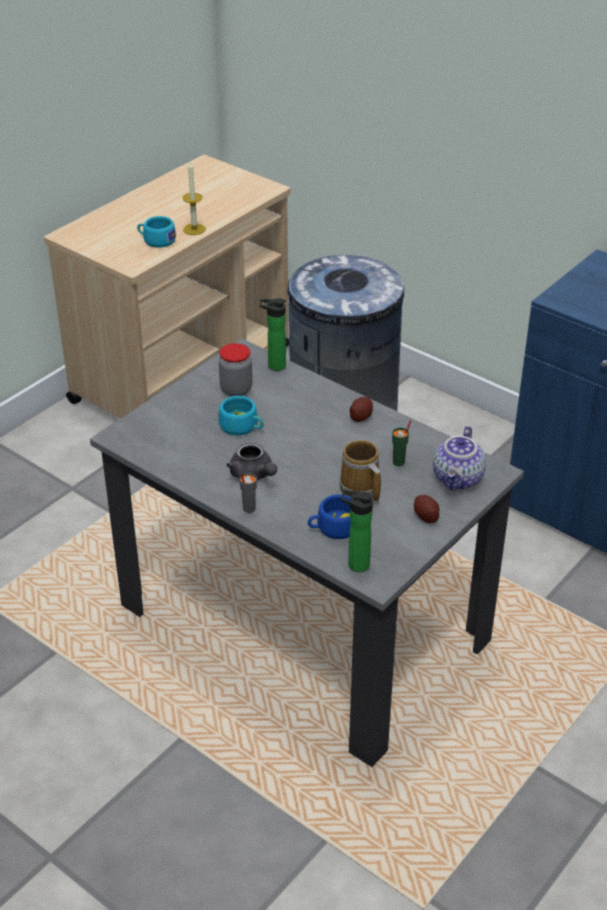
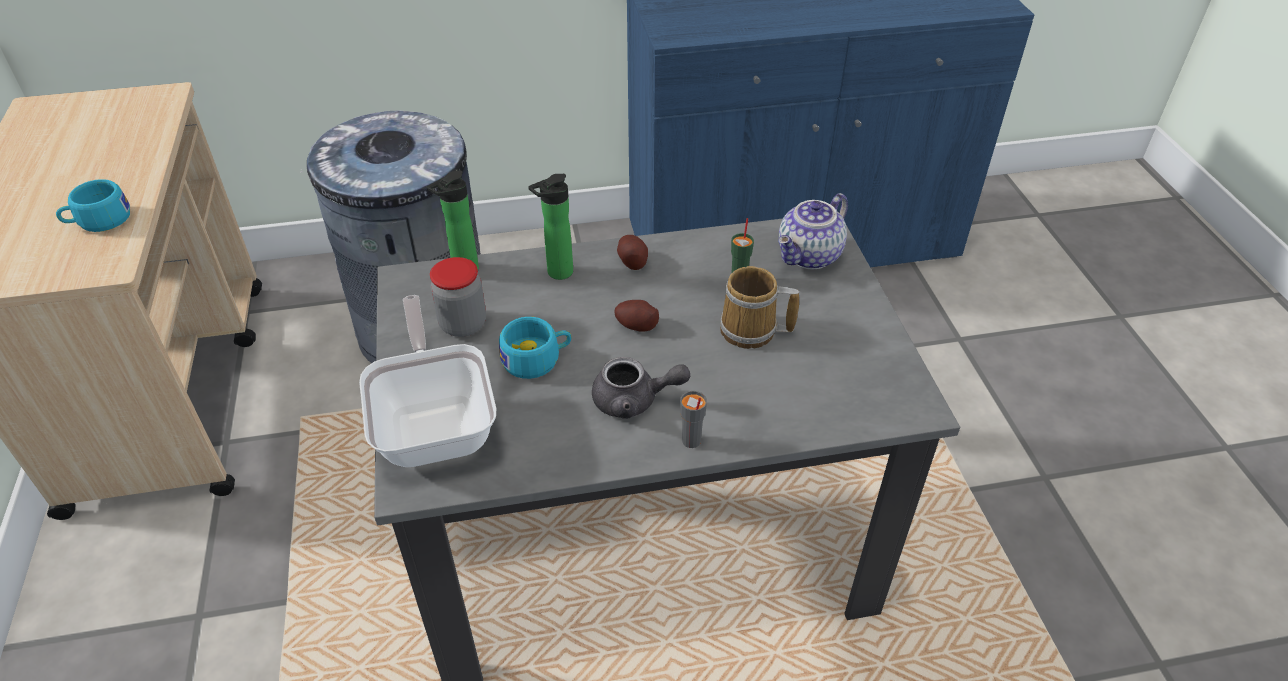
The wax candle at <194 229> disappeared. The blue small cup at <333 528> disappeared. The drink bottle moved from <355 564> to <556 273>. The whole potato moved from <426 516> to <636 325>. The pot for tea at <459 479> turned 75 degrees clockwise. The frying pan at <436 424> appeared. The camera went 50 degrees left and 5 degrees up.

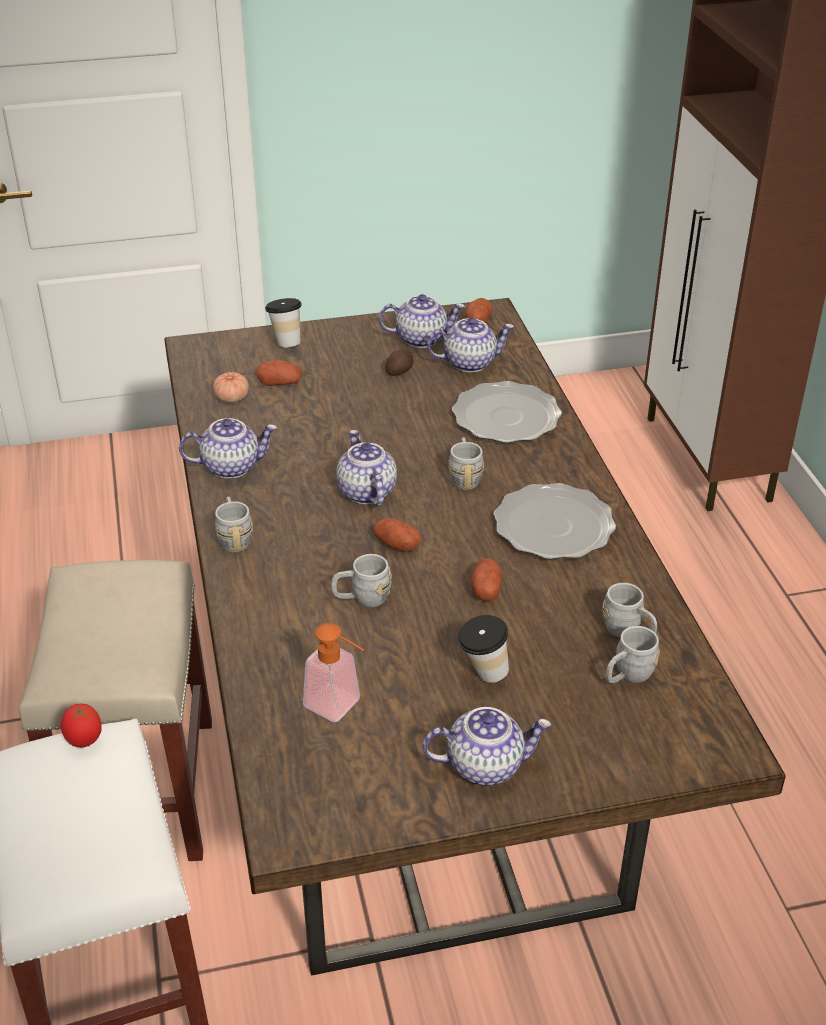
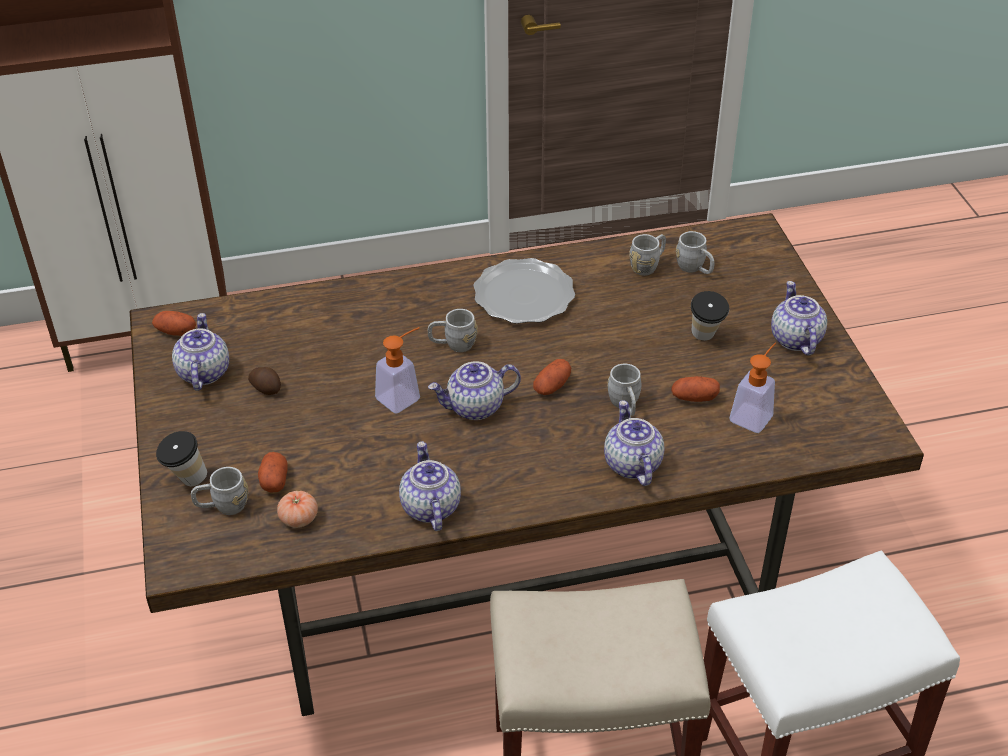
The fresh tomato at <84 741> disappeared. The greyish tea mug moved from <234 538> to <222 506>. The pot for tea moved from <470 362> to <631 464>. The flat dish at <505 417> disappeared. The whole potato moved from <485 589> to <694 397>. The soap bottle at <403 395> appeared. The camera went 90 degrees left and 5 degrees up.

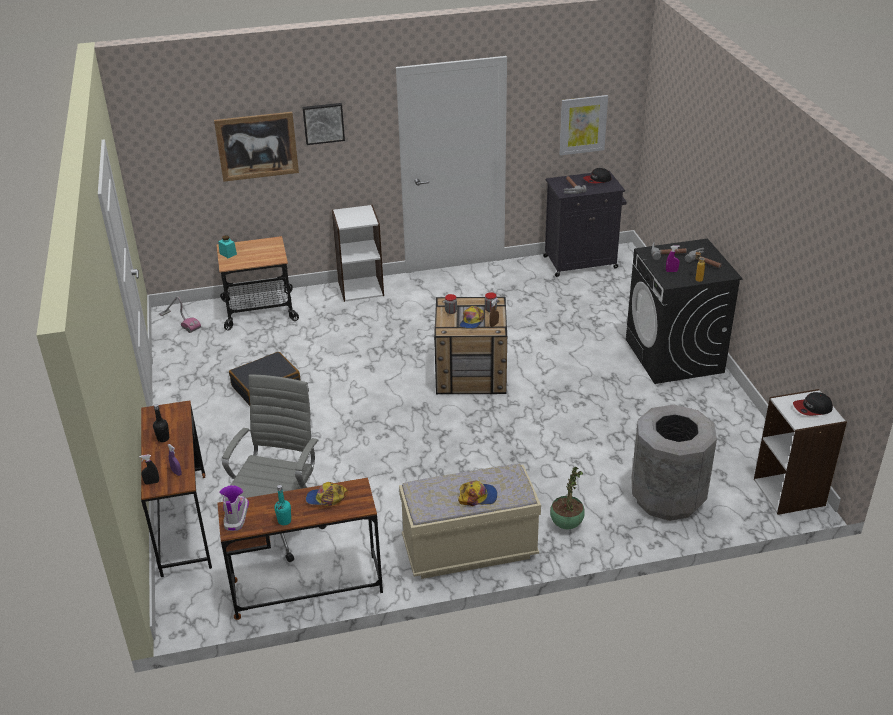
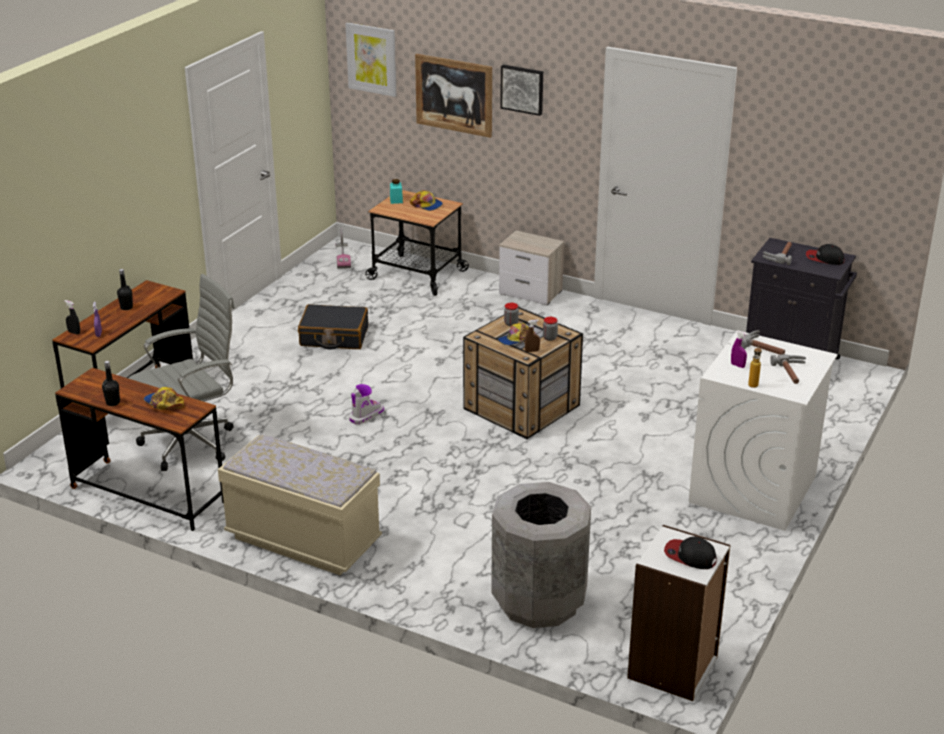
The tall boot moved from <236 516> to <365 416>. The blue-green drink bottle at <284 521> became the black-coloured drink bottle at <113 403>. The white-coloured bookshelf at <360 288> was replaced by the night table at <531 293>. The cap moved from <477 496> to <426 205>. The houseplant at <566 523> disappeared. The wall picture moved from <582 124> to <372 59>. The black-coloured laundry machine at <674 356> became the white-coloured laundry machine at <753 489>. The camera went 40 degrees right and 5 degrees down.

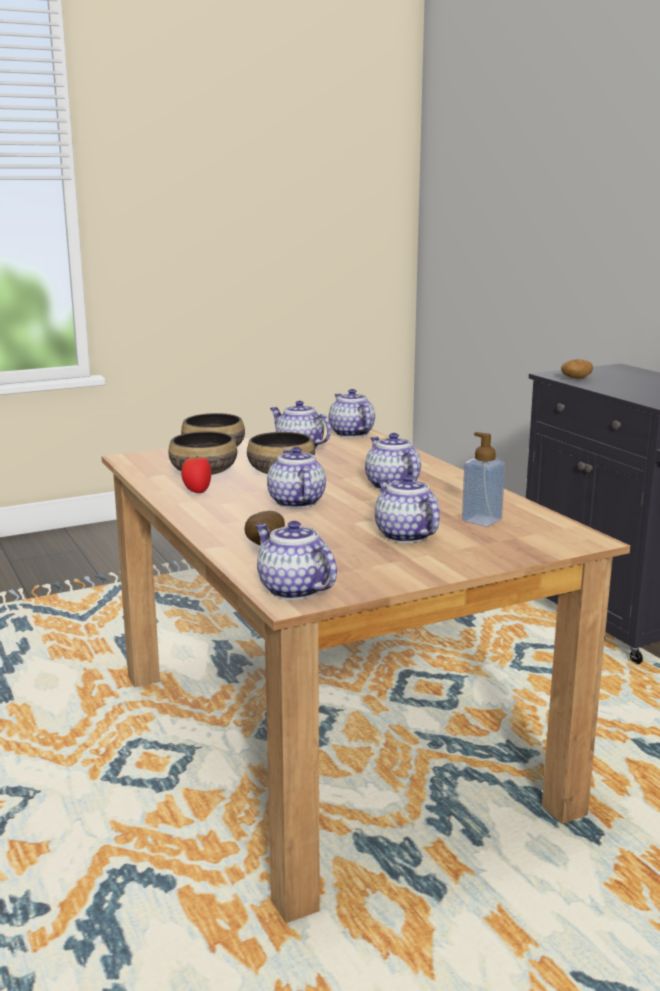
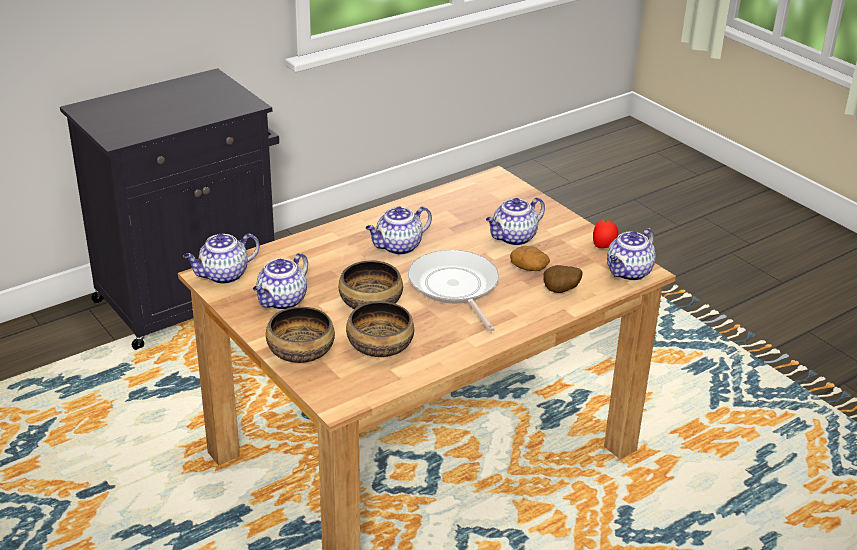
The fresh tomato moved from <197 491> to <603 246>. The pot for tea at <295 502> was replaced by the frying pan at <455 288>. The soap bottle at <481 520> disappeared. The whole potato moved from <576 378> to <529 268>. The camera went 100 degrees left and 15 degrees up.

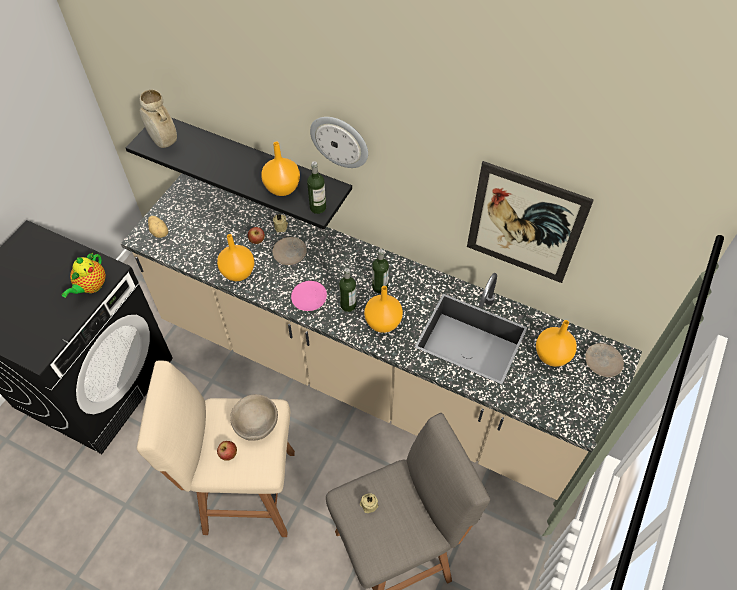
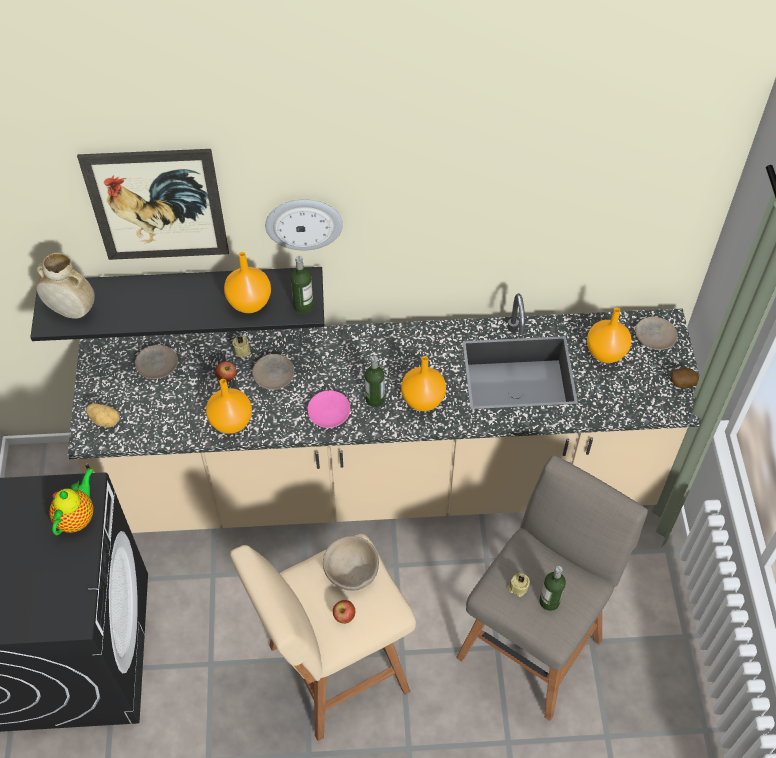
The pot for tea at <91 287> turned 150 degrees counterclockwise. The drink bottle moved from <380 287> to <549 601>. The wall picture moved from <524 224> to <157 205>. The beige-coloured flat dish at <157 365> appeared. The whole potato at <681 383> appeared. The camera went 30 degrees left and 0 degrees up.

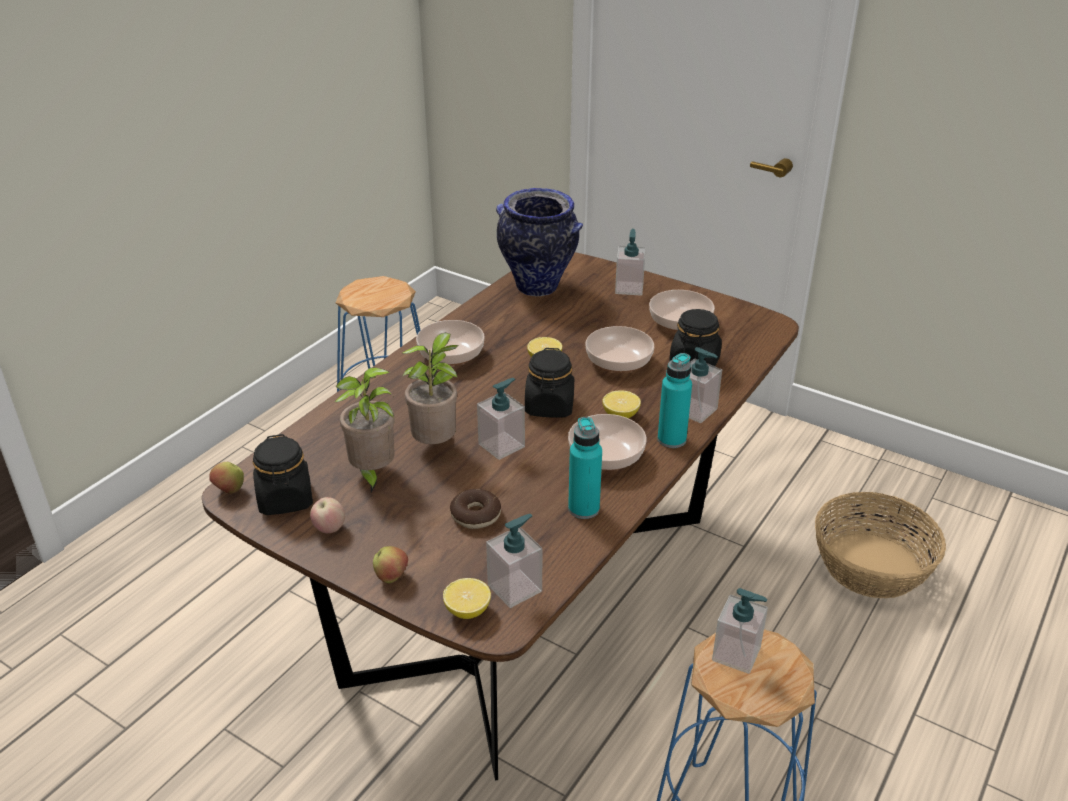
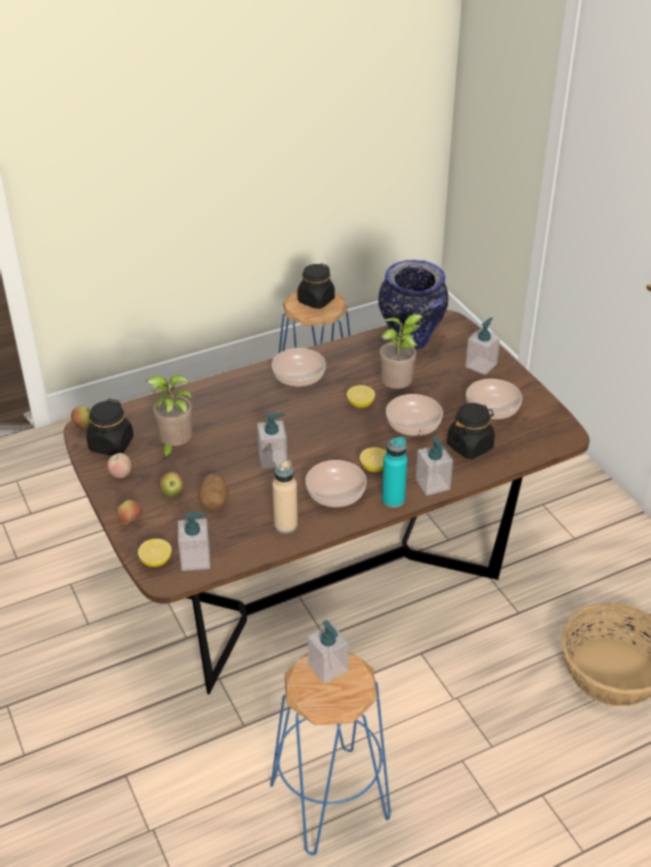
The houseplant moved from <437 444> to <398 389>. The ring doughnut at <475 515> was replaced by the whole potato at <214 501>. The black-coloured jar moved from <549 406> to <316 301>. The blue-green drink bottle at <583 509> became the beige-coloured drink bottle at <285 525>. The apple at <172 493> appeared. The camera went 30 degrees right and 5 degrees up.

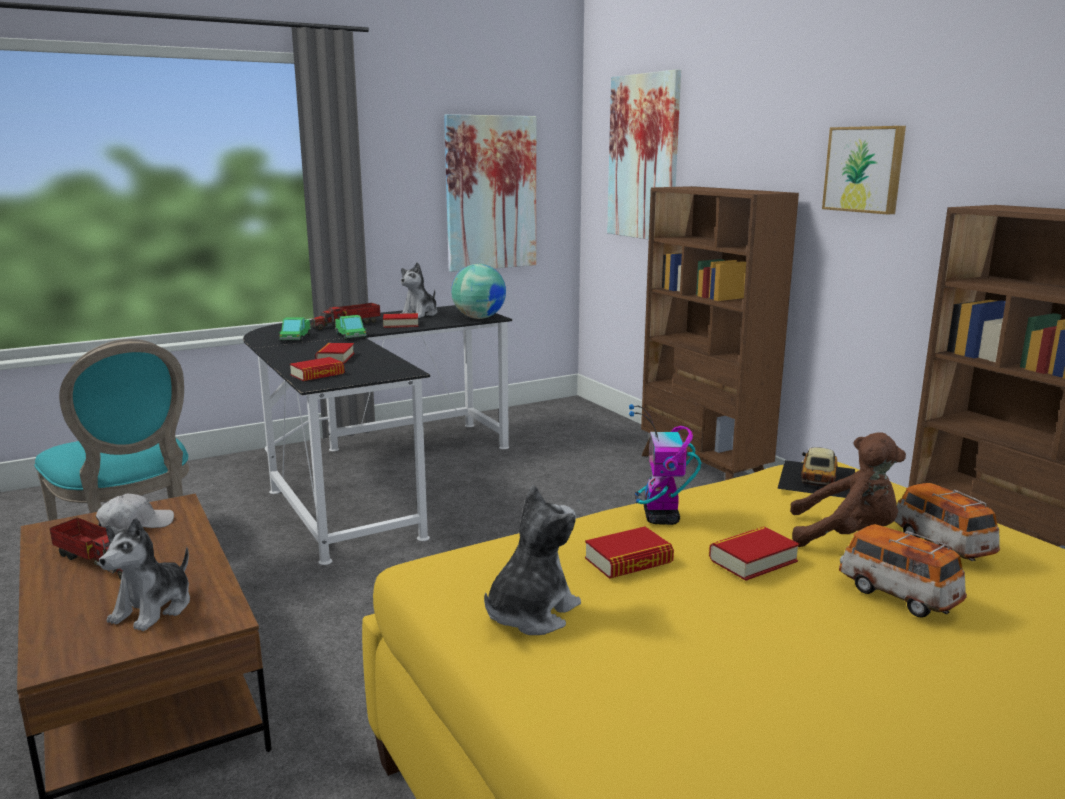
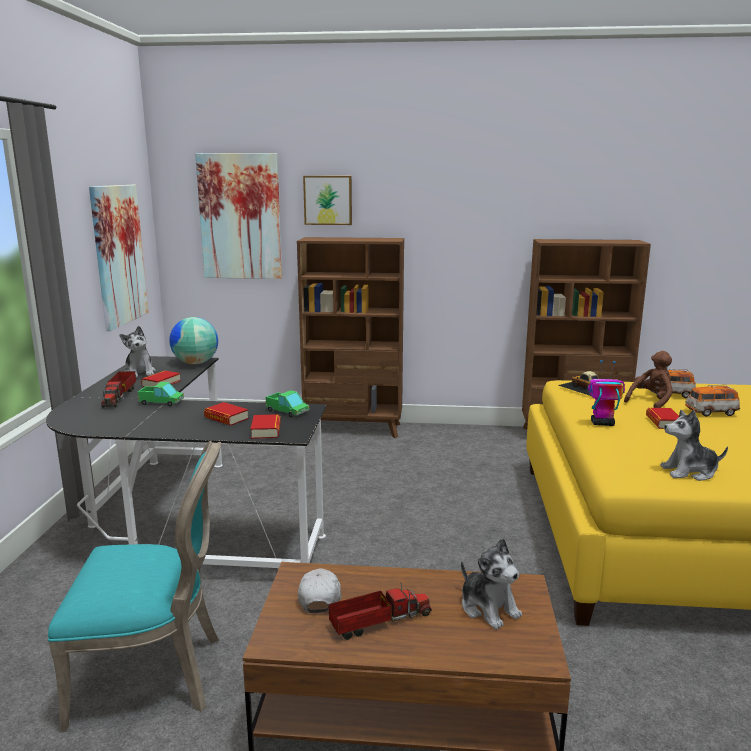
The toy lorry moved from <295 337> to <287 411>. The plush toy at <530 613> turned 75 degrees counterclockwise. The book at <628 561> disappeared. The model robot at <661 517> turned 150 degrees clockwise. The wall picture moved from <865 169> to <328 200>. The camera went 55 degrees left and 0 degrees up.

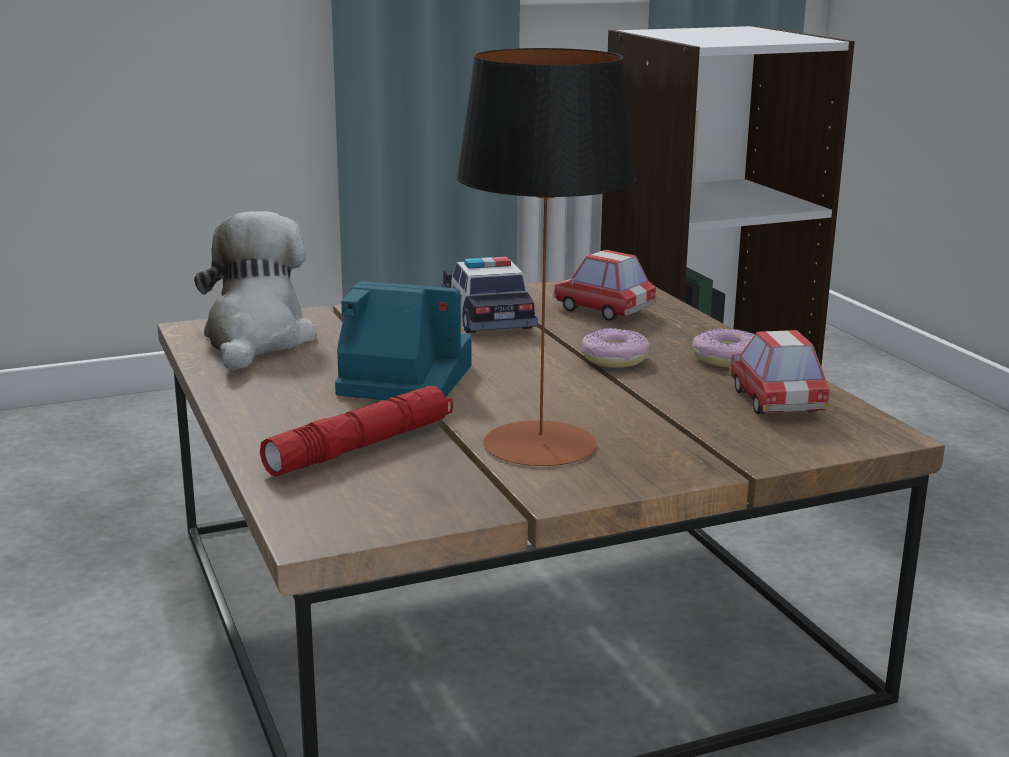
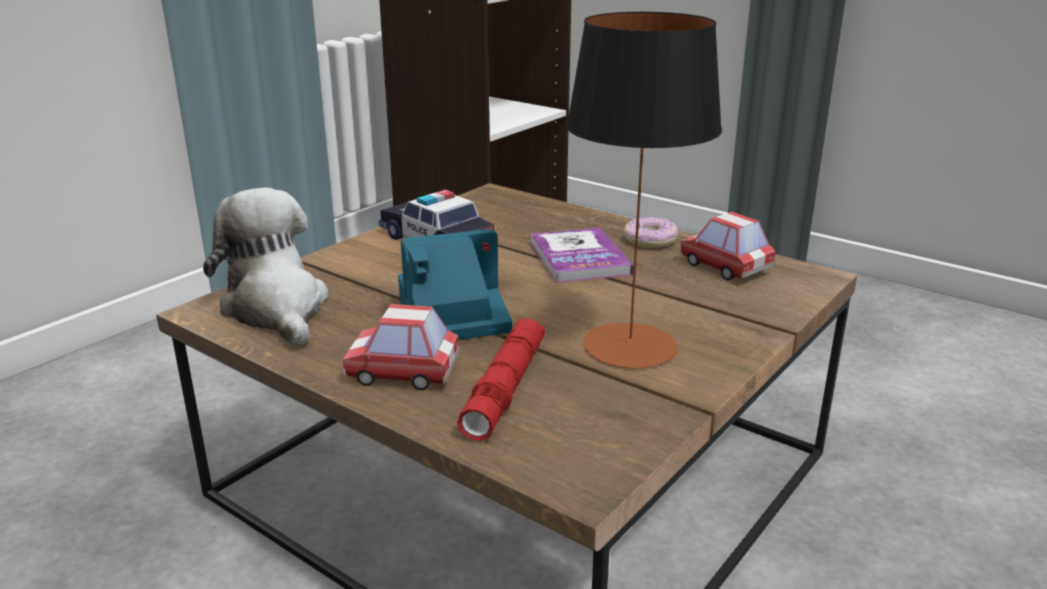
The model car moved from <604 310> to <403 372>. The ring doughnut at <614 359> was replaced by the book at <579 258>. The camera went 30 degrees left and 5 degrees up.

